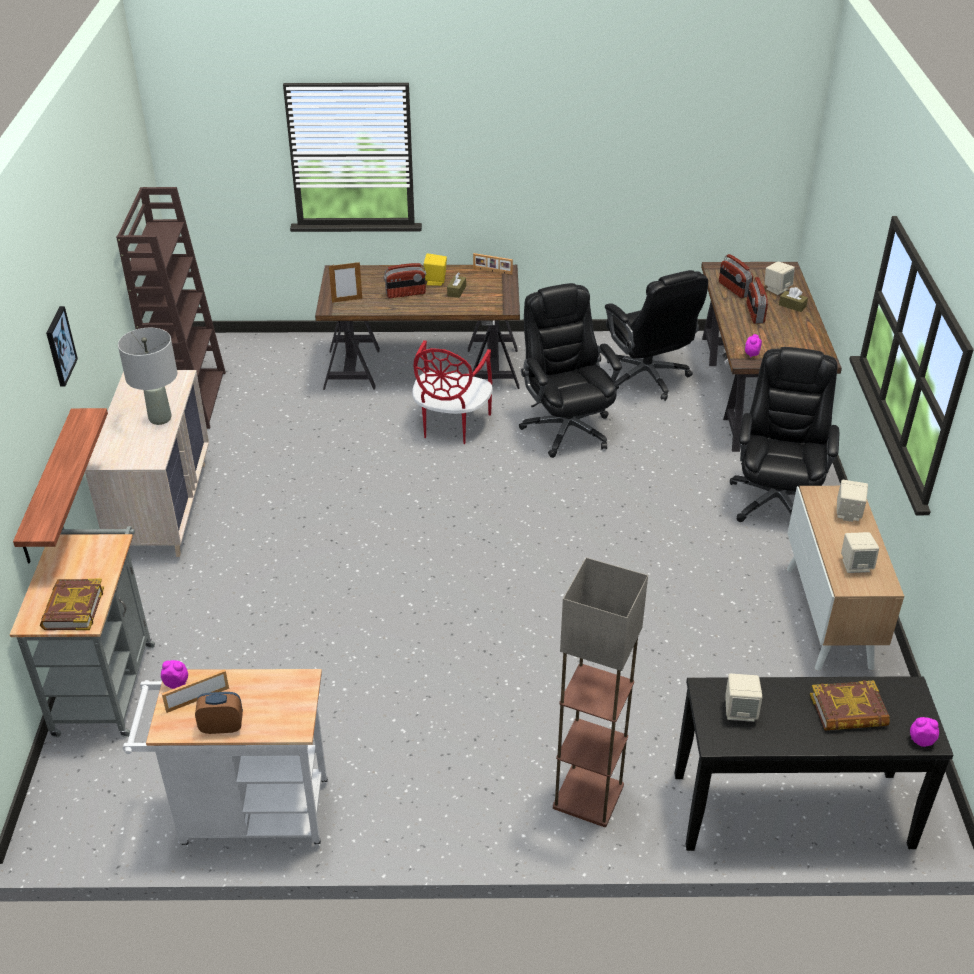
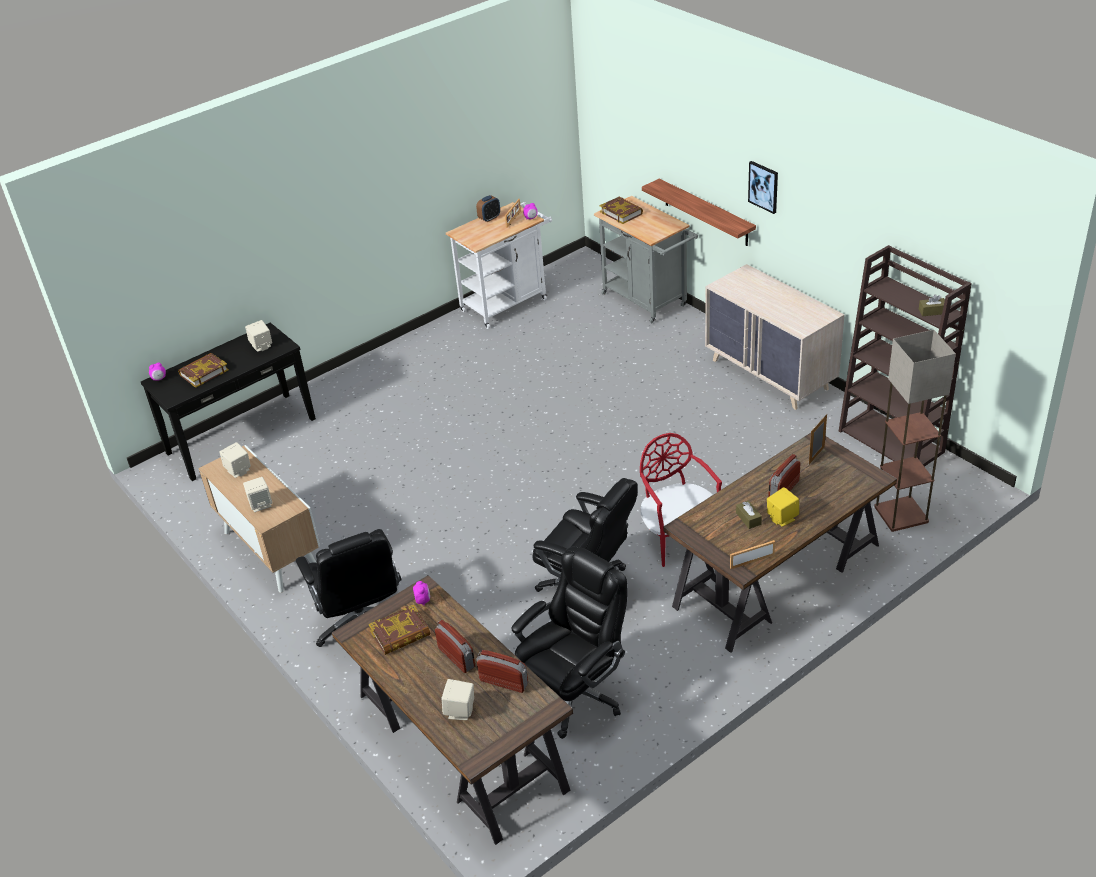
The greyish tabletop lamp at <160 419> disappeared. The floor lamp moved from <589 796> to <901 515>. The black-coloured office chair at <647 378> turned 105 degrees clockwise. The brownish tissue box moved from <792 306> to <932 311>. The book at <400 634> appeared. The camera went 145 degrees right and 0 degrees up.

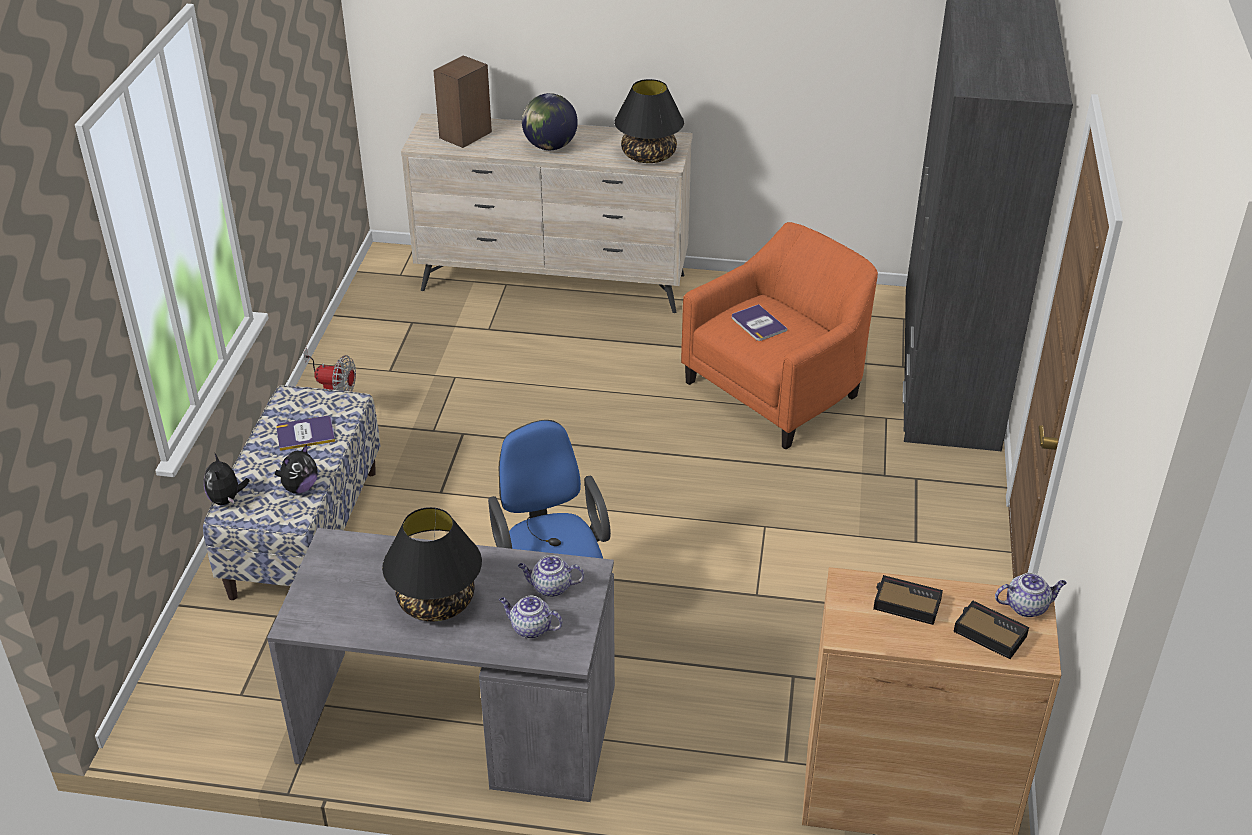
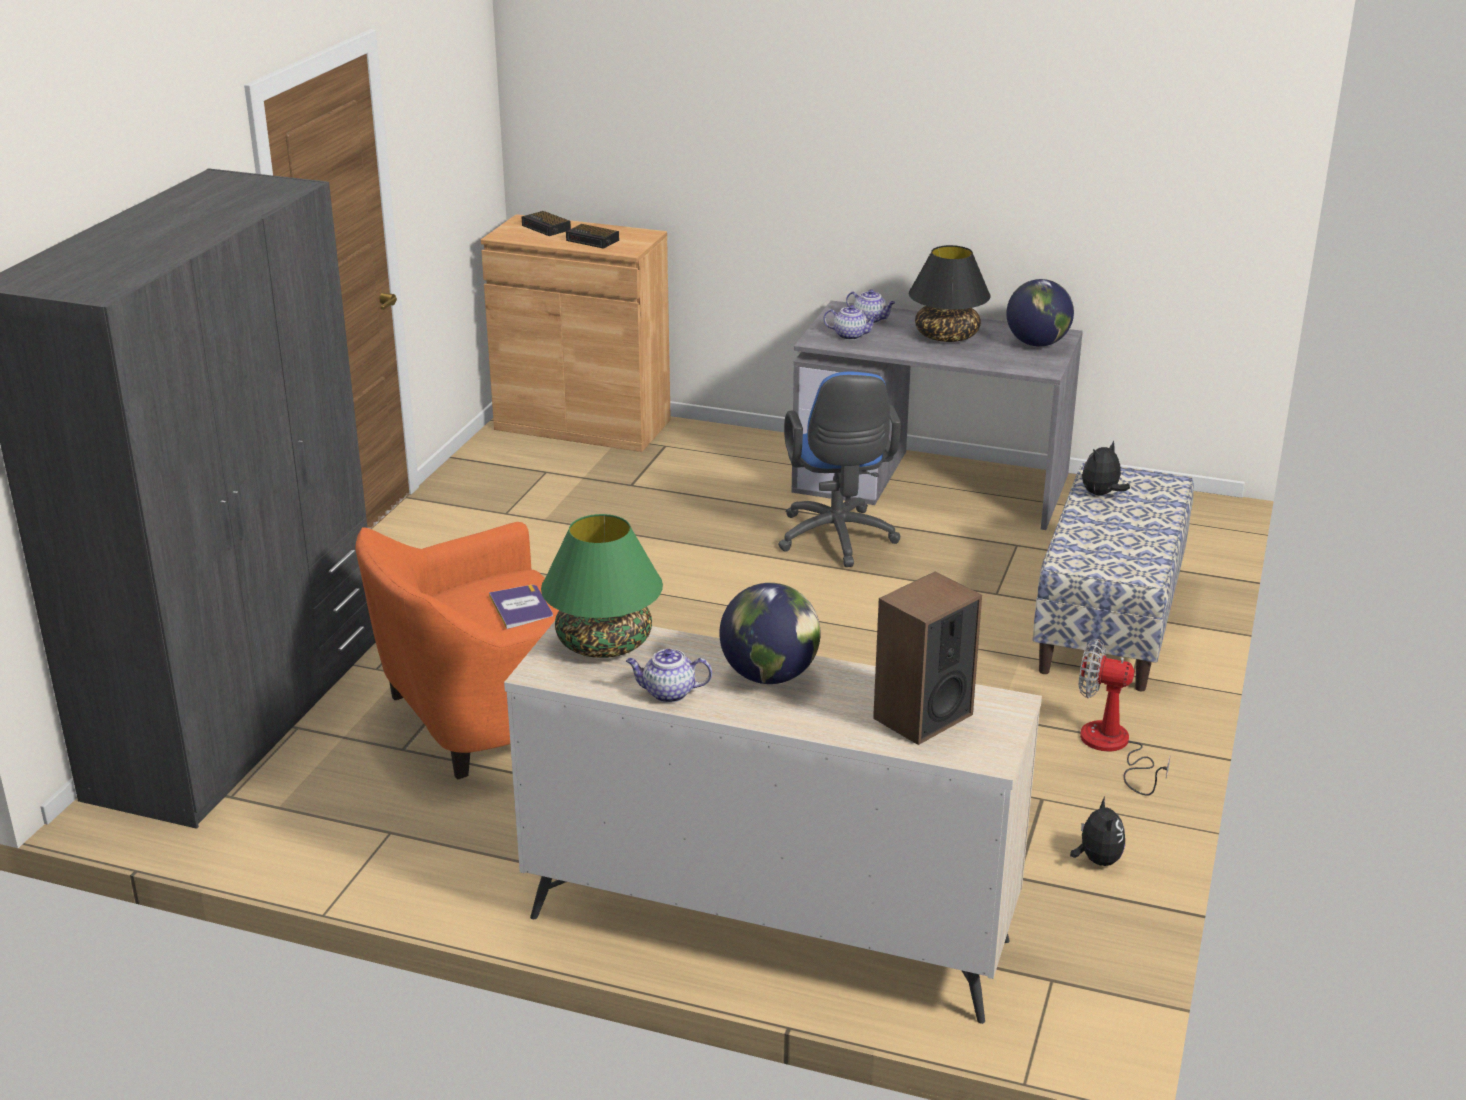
The plush toy moved from <227 499> to <1097 860>. The book at <305 434> disappeared. The black-coloured tabletop lamp at <648 156> became the greenish tabletop lamp at <605 643>. The pot for tea moved from <1027 606> to <668 693>. The globe at <1037 344> appeared. The camera went 170 degrees left and 10 degrees down.

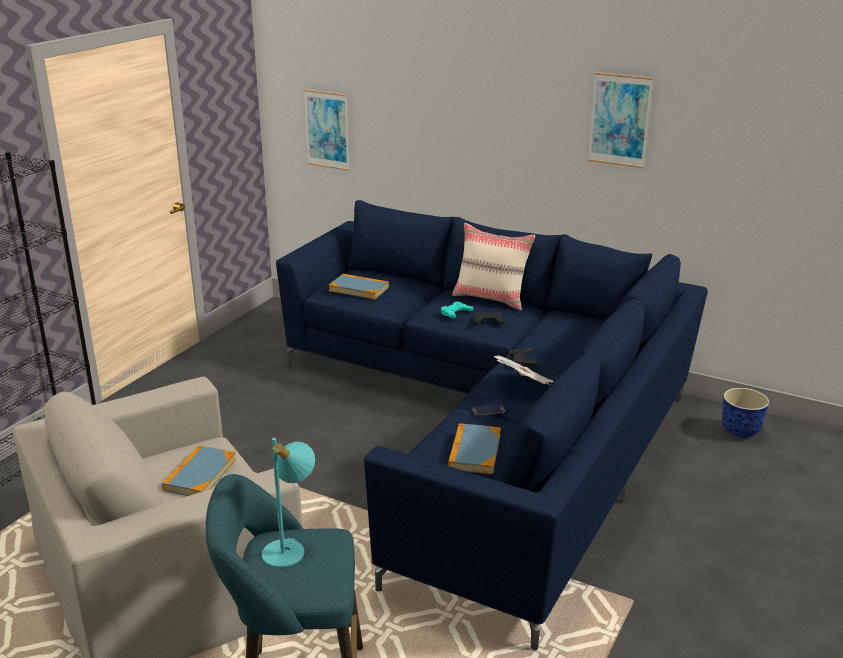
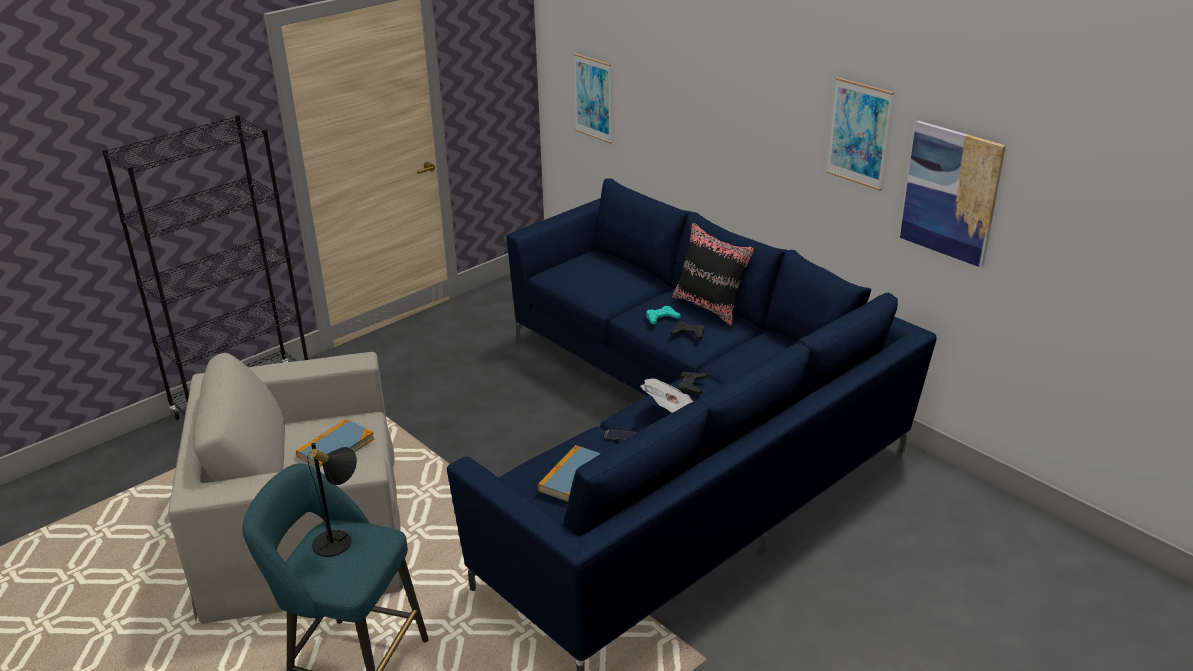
The blue-green tabletop lamp at <289 549> became the black-coloured tabletop lamp at <339 540>. The book at <359 289> disappeared. The beige-coloured throw pillow at <491 298> became the black-coloured throw pillow at <710 306>. The flower pot at <741 431> disappeared. The wall picture at <951 193> appeared. The camera went 20 degrees right and 5 degrees up.

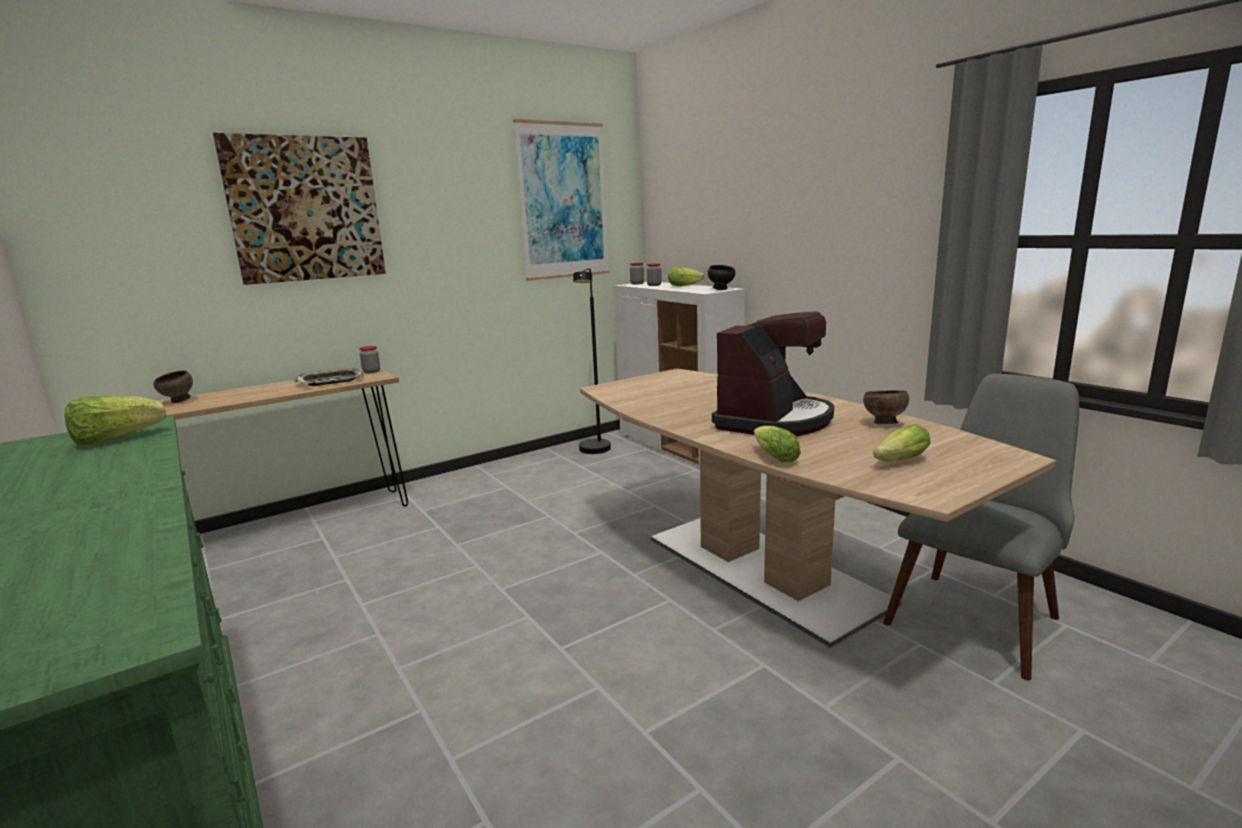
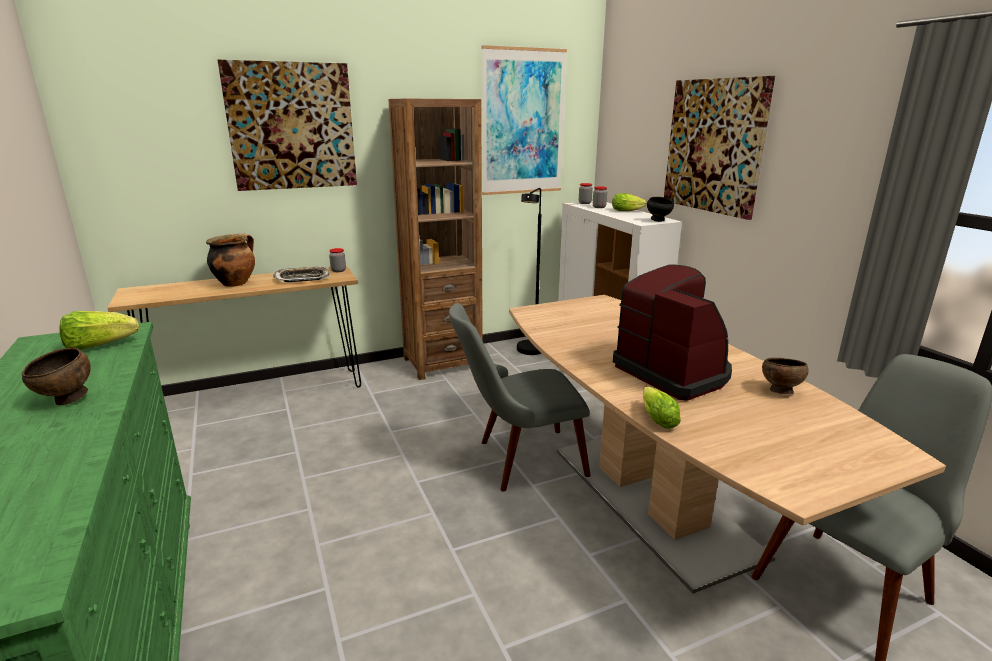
The brownish bowl moved from <178 402> to <67 401>. The coffee brewer at <774 420> turned 75 degrees counterclockwise. The head of lettuce at <897 462> disappeared. The saucepot at <235 283> appeared. The brownish bookshelf at <442 363> appeared. The greyish plain chair at <518 461> appeared. The wall picture at <714 146> appeared. The camera went 10 degrees right and 5 degrees up.

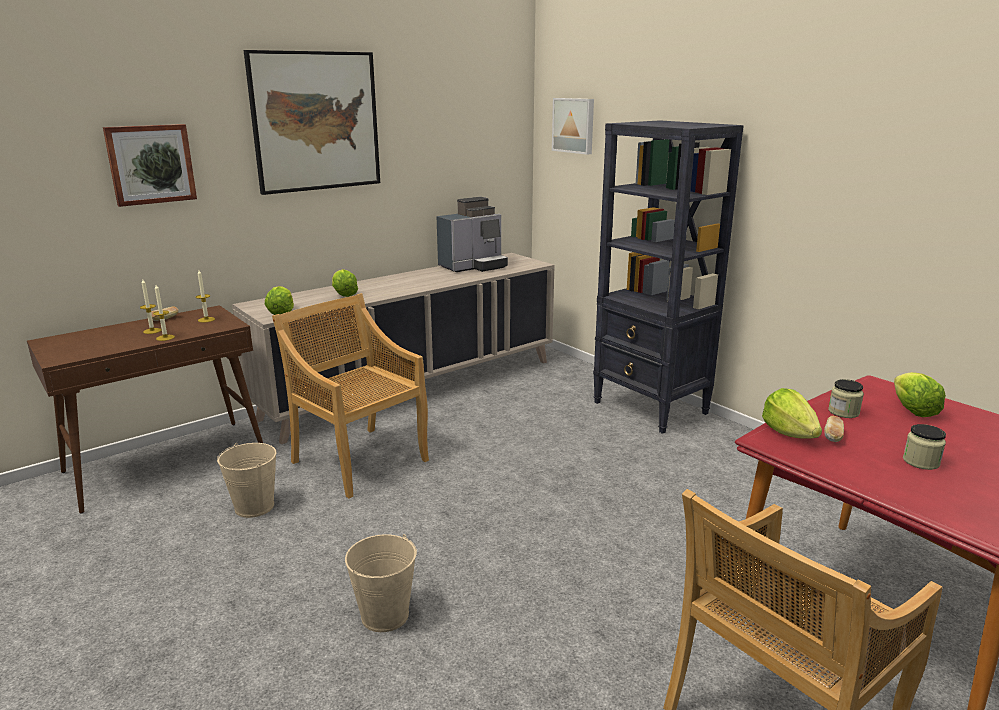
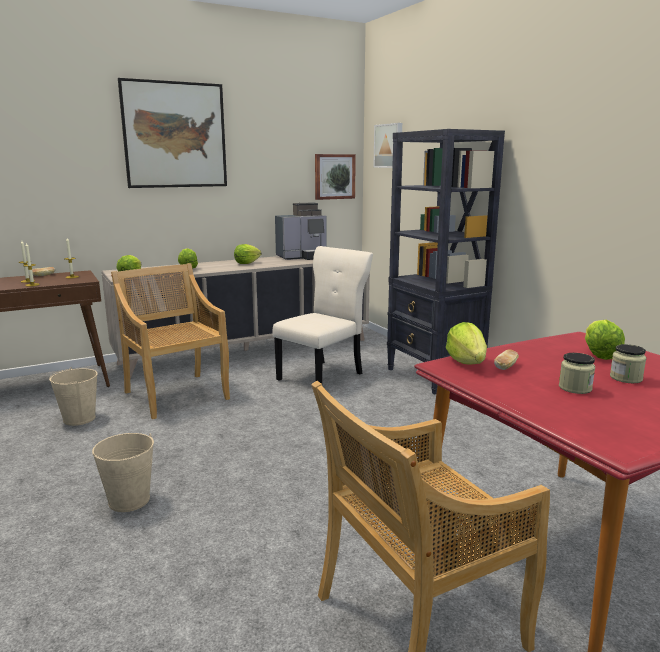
The wall picture moved from <151 164> to <334 176>. The jar moved from <843 412> to <626 378>. The head of lettuce at <247 263> appeared. The beige-coloured plain chair at <323 376> appeared. The camera went 10 degrees right and 5 degrees down.

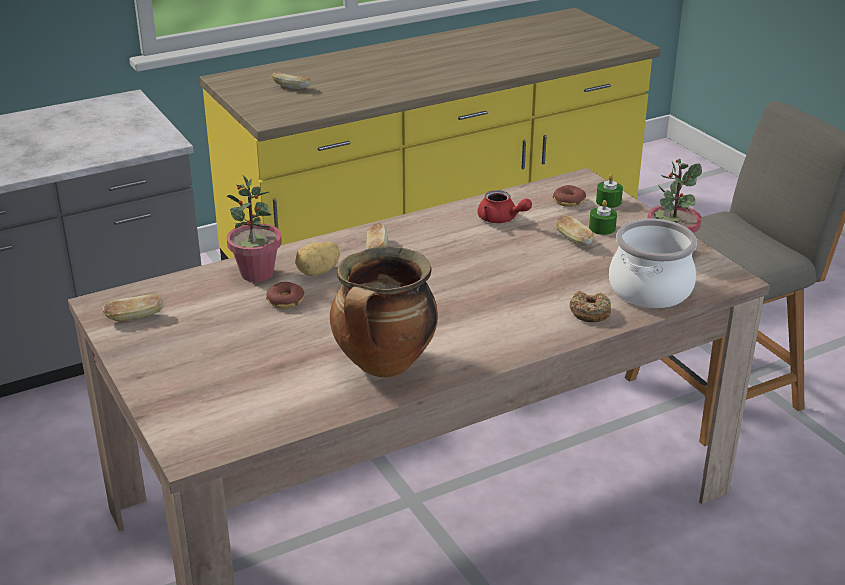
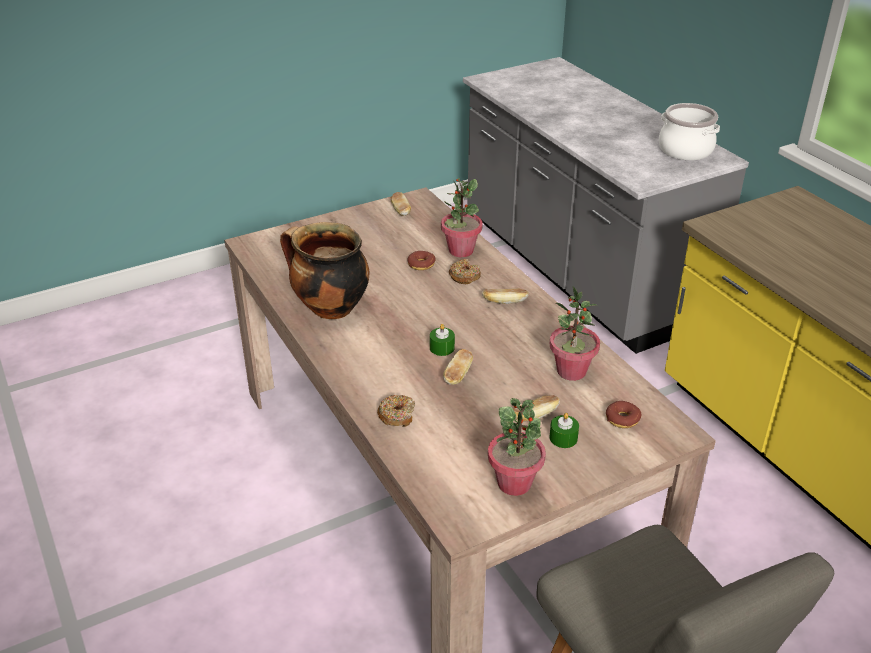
The bread moved from <291 87> to <458 375>. The whole potato at <318 272> was replaced by the ring doughnut at <464 276>. The reddish pot for tea at <501 219> was replaced by the houseplant at <571 371>. The greenish wax candle moved from <608 202> to <442 348>. The saucepot moved from <649 289> to <685 150>. The camera went 90 degrees right and 5 degrees up.

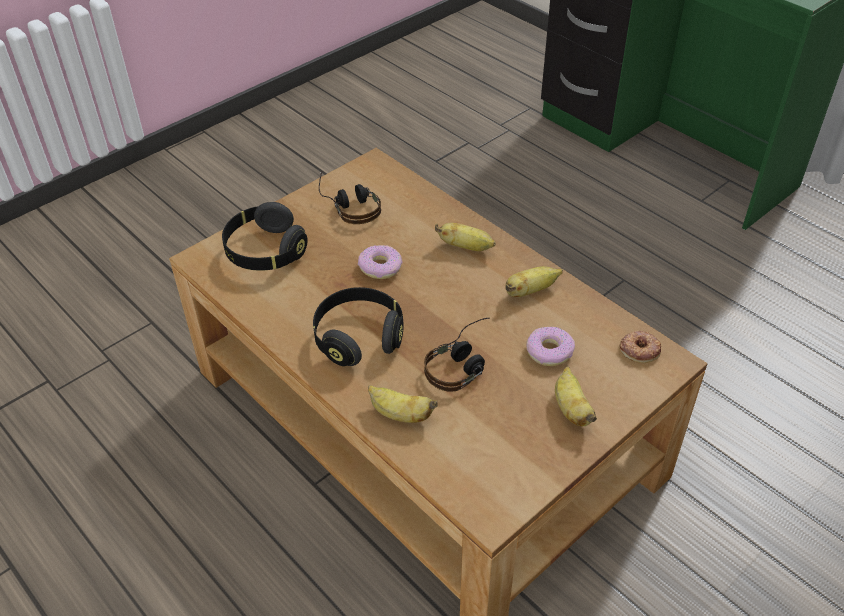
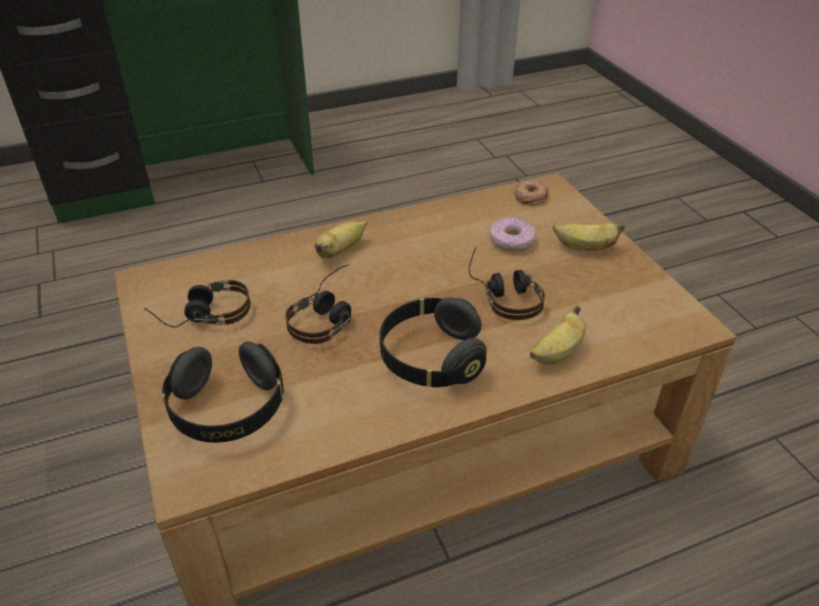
The ring doughnut at <380 267> was replaced by the headset at <328 316>. The banana fruit at <530 291> disappeared. The camera went 70 degrees left and 5 degrees down.

